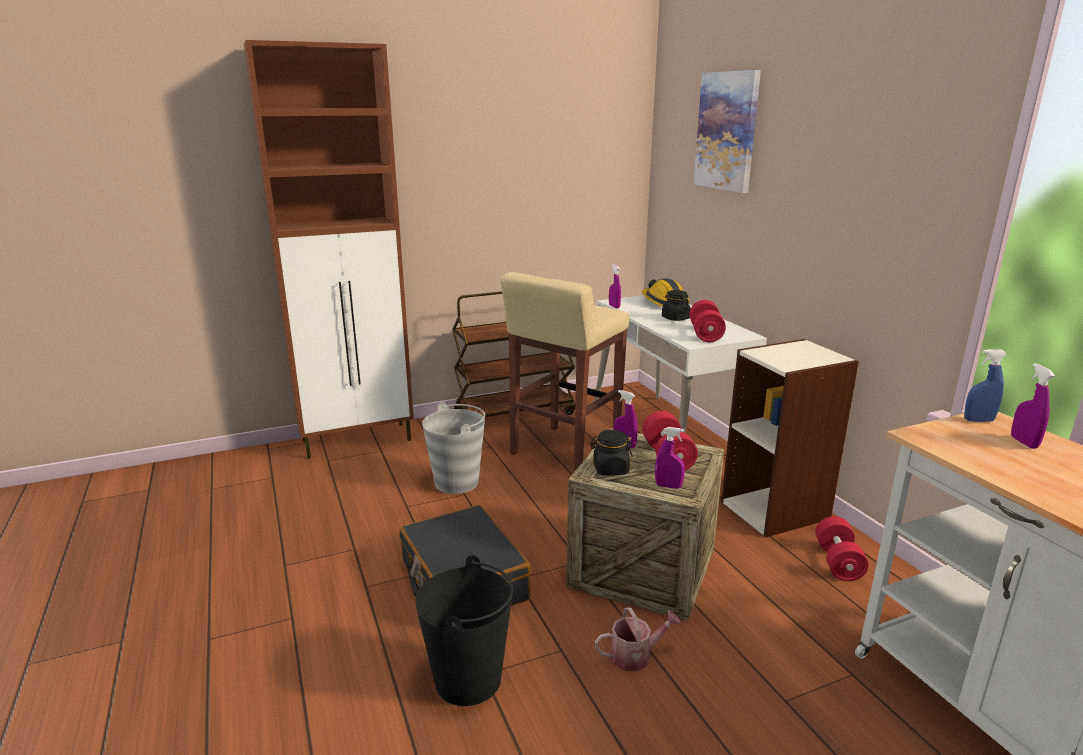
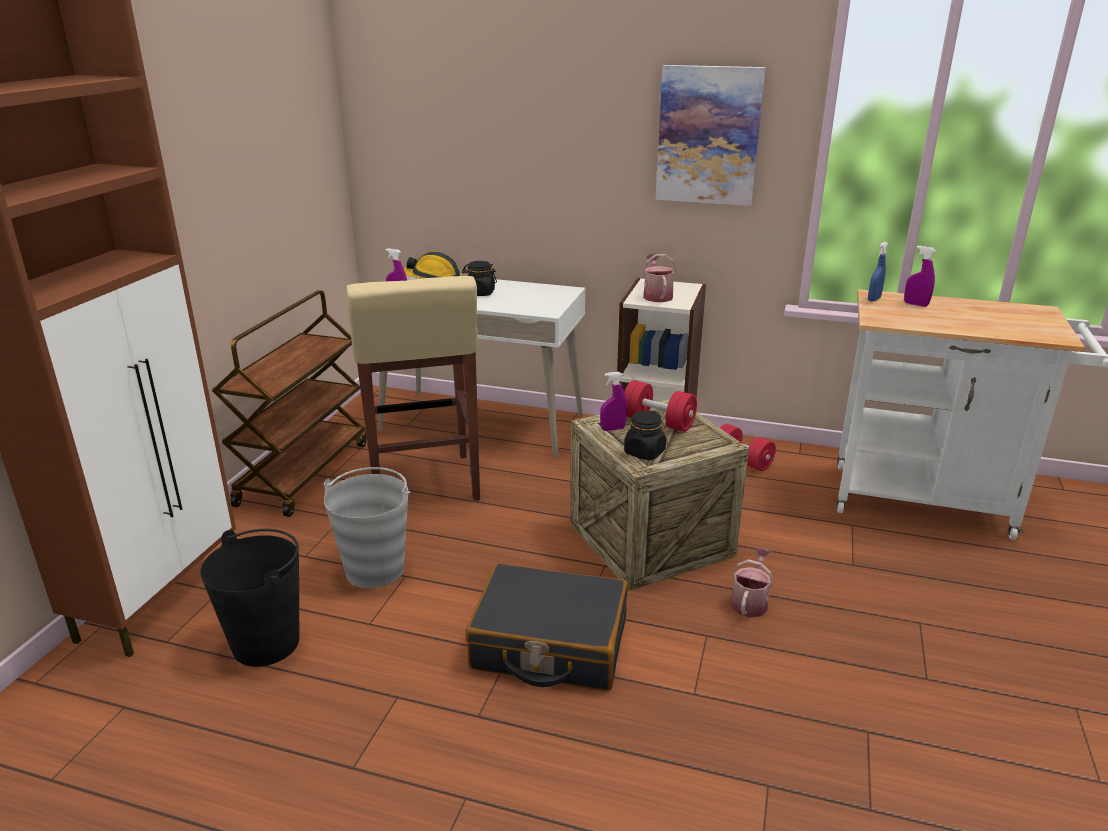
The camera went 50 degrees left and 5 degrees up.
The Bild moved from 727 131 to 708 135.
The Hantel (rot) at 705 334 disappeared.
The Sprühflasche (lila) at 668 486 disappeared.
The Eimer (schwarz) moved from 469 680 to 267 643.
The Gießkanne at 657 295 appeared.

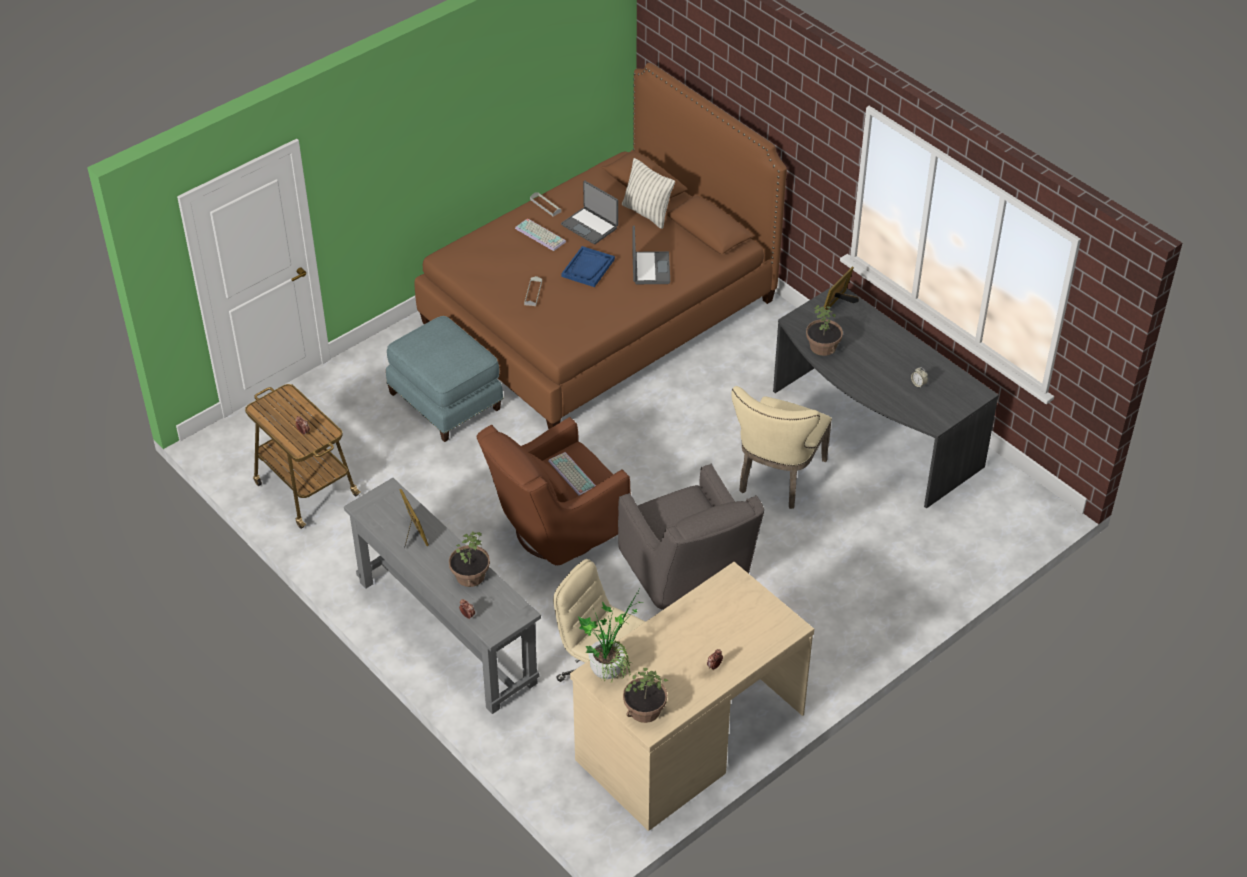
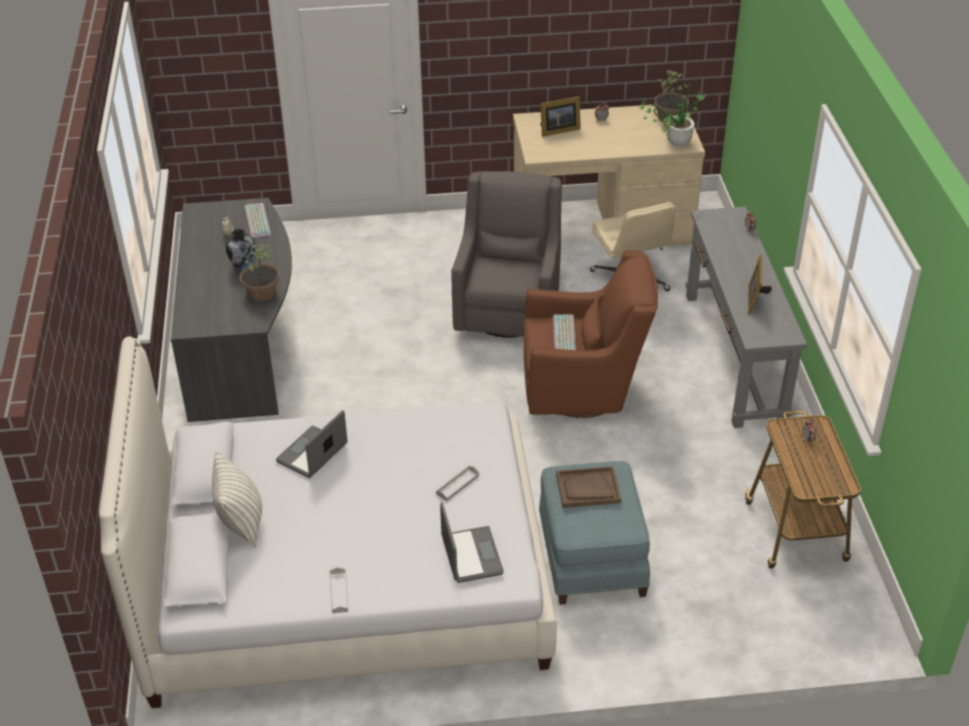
The camera went 145 degrees left and 5 degrees down.
The Bett (braun) at 599 311 became the Bett (weiß) at 345 581.
The Laptop moved from 590 226 to 470 555.
The Tastatur moved from 541 235 to 256 221.
The Tablett (blau) at 588 268 disappeared.
The Bilderrahmen moved from 839 304 to 558 130.
The Stuhl (beige) at 777 479 disappeared.
The Topfpflanze at 470 575 disappeared.
The Vase at 244 267 appeared.
The Tablett (braun) at 588 489 appeared.

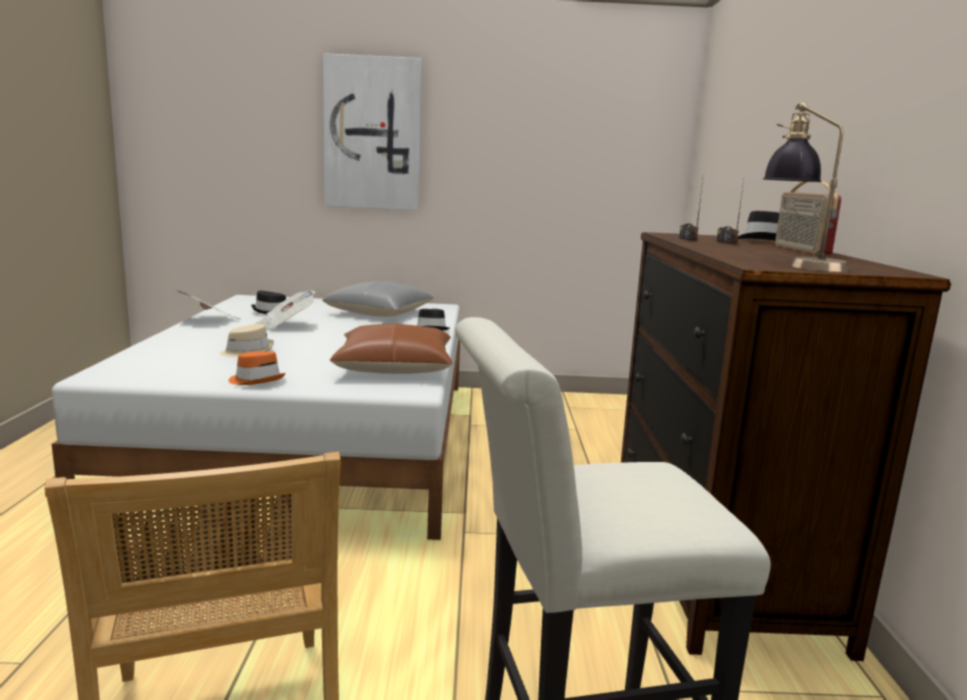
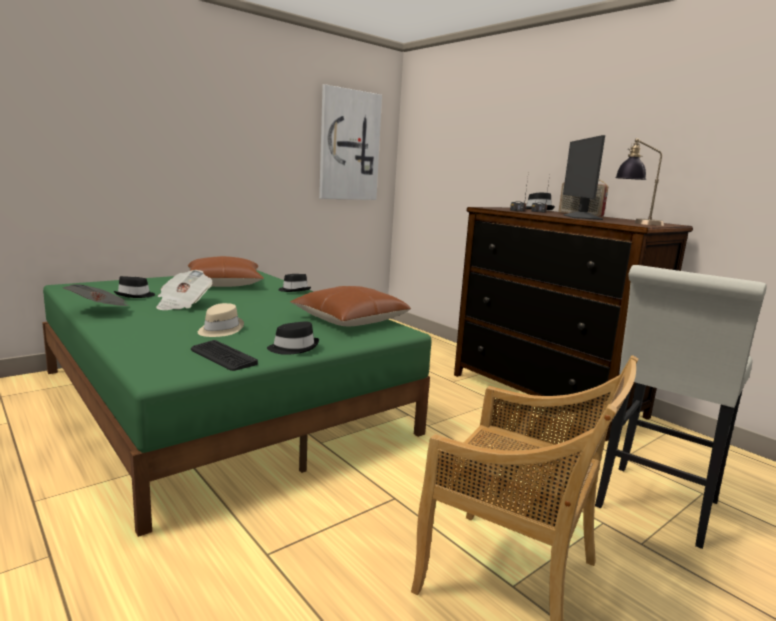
The camera went 40 degrees left and 0 degrees up.
The Bild moved from 372 134 to 349 145.
The Kissen (grau) at 379 313 became the Kissen (braun) at 224 284.
The Bett (weiß) at 312 438 became the Bett (grün) at 222 400.
The Hut (orange) at 256 380 became the Hut (schwarz) at 293 348.
The Monitor at 581 217 appeared.
The Tastatur at 222 356 appeared.

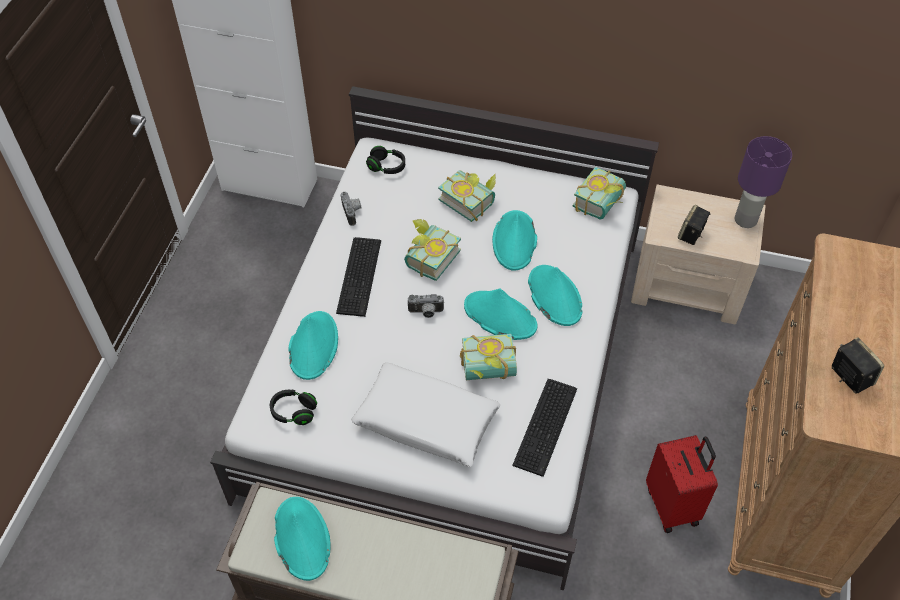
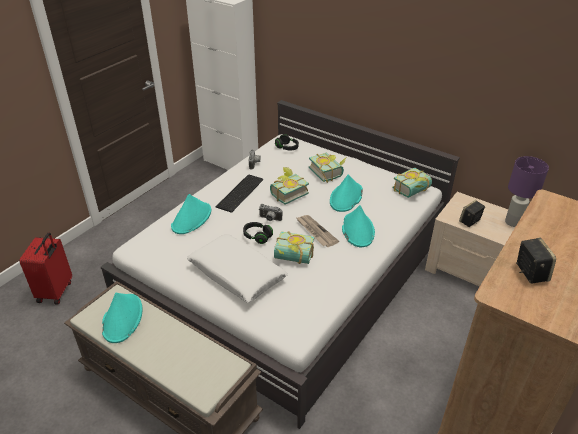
The camera went 20 degrees right and 15 degrees down.
The Hut (türkis) at 499 316 was replaced by the Zeitung at 316 232.
The Tastatur at 547 426 disappeared.
The Kopfhörer (schwarz) moved from 294 412 to 257 237.
The Koffer (rot) moved from 673 505 to 56 292.

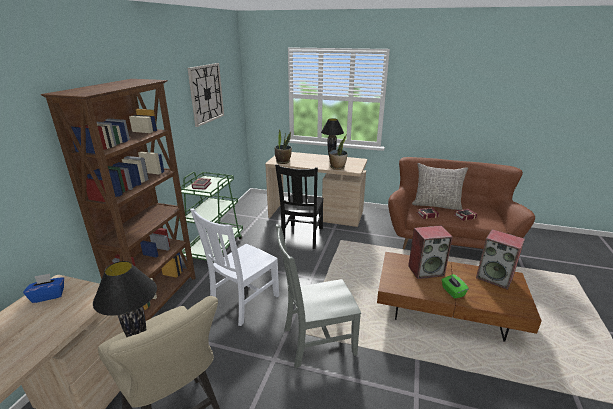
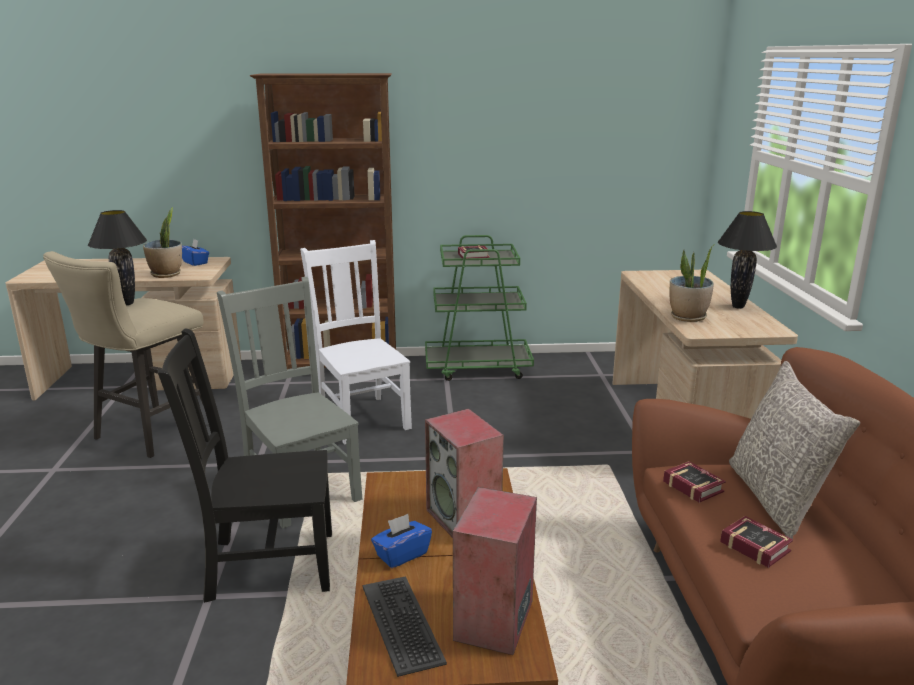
The camera went 70 degrees right and 5 degrees down.
The Wanduhr at 206 94 disappeared.
The Topfpflanze moved from 283 161 to 166 274.
The Stuhl (schwarz) moved from 302 237 to 266 565.
The Stuhl (weiß) at 243 302 turned 45 degrees clockwise.
The Taschentuchbox (grün) at 452 292 became the Taschentuchbox (blau) at 401 554.
The Tastatur at 403 623 appeared.

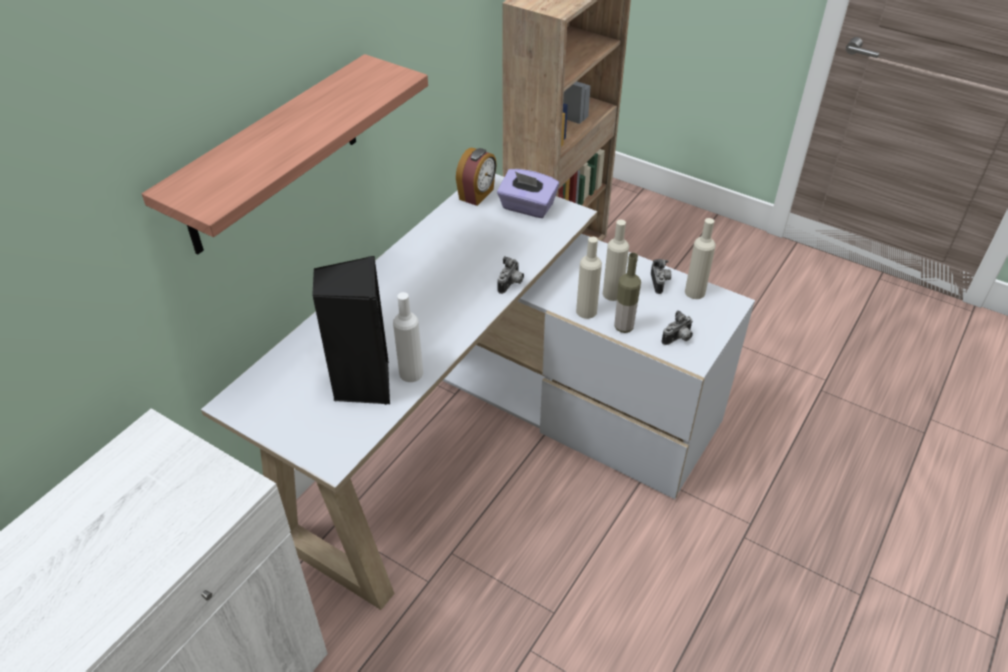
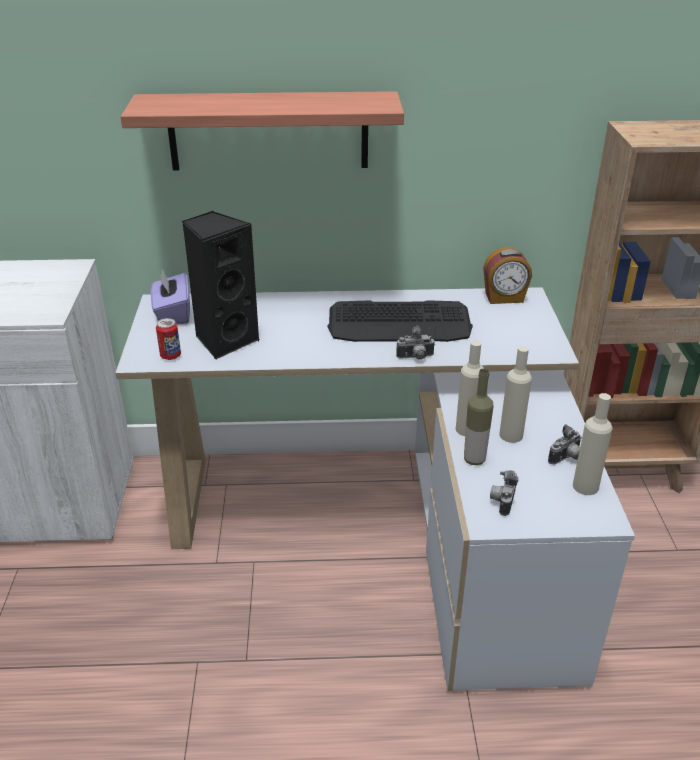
The camera went 55 degrees right and 10 degrees down.
The Taschentuchbox (lila) moved from 527 207 to 173 314.
The Flasche (weiß) at 411 373 disappeared.
The Kamera at 678 339 turned 90 degrees clockwise.
The Tastatur at 399 323 appeared.
The Dose at 170 356 appeared.

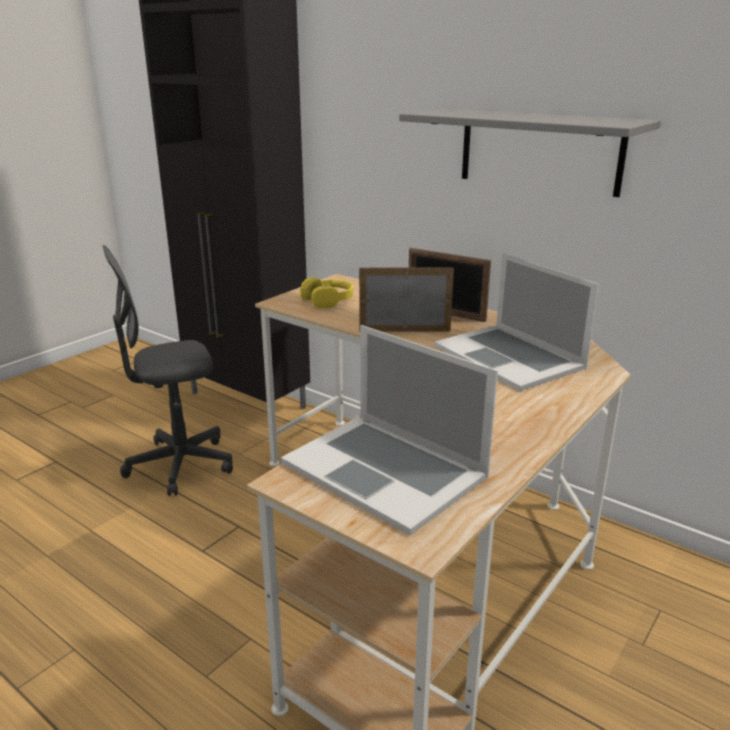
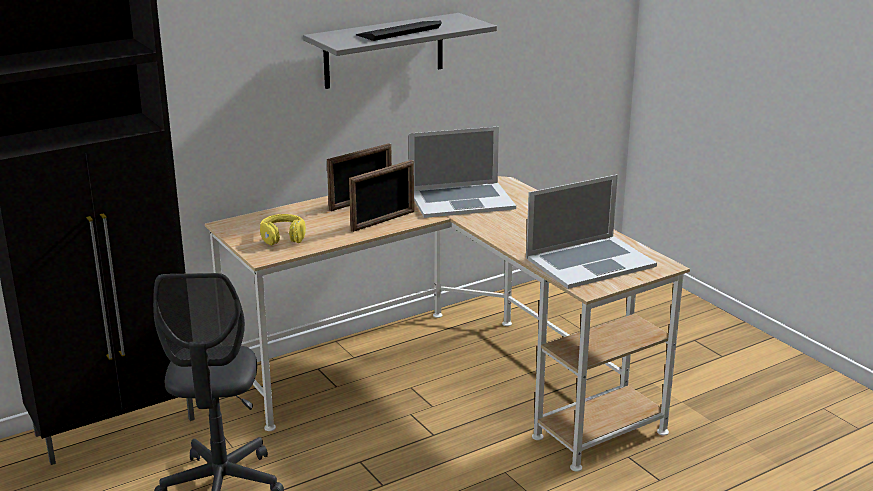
The camera went 70 degrees left and 0 degrees up.
The Bilderrahmen at 404 330 turned 150 degrees counterclockwise.
The Tastatur at 398 31 appeared.

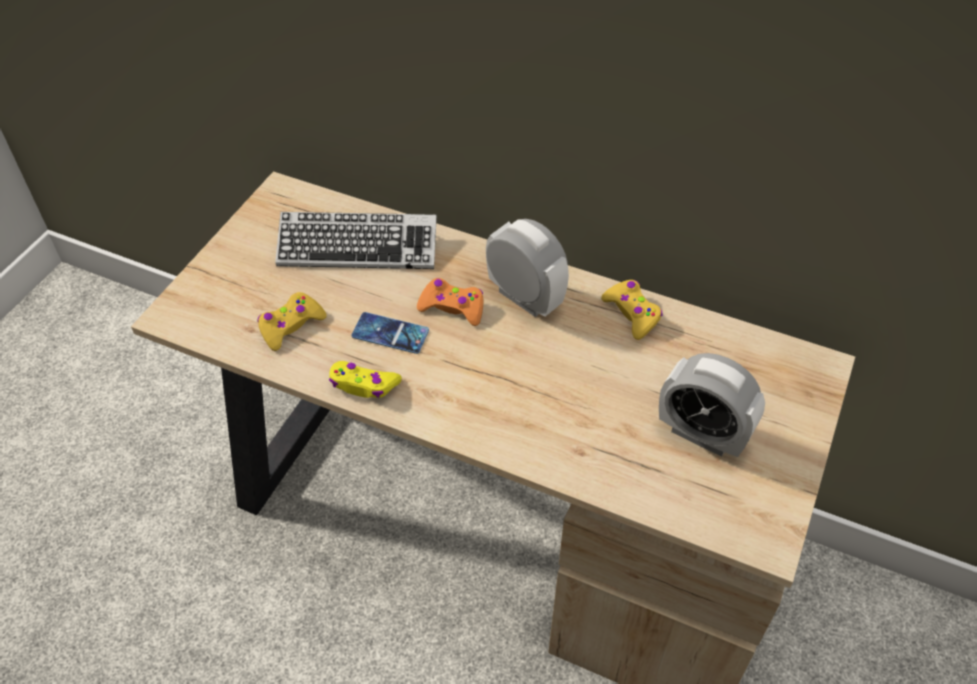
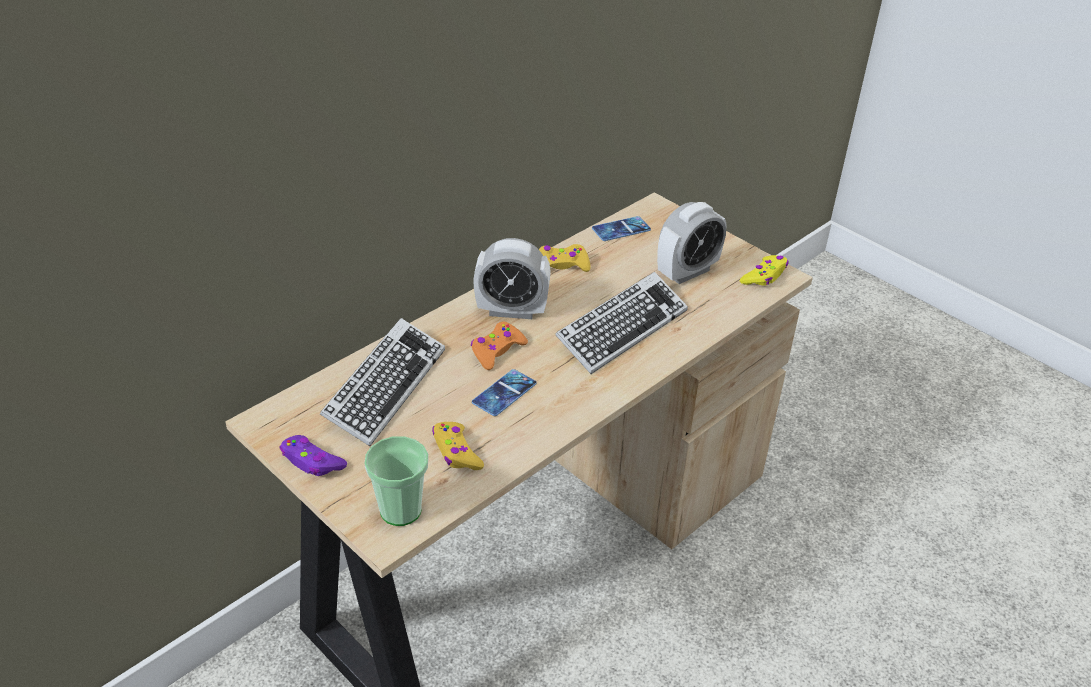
The camera went 70 degrees left and 10 degrees down.
The Wecker at 524 298 turned 150 degrees counterclockwise.
The Gamepad (gelb) moved from 364 385 to 764 276.
The Handy at 621 229 appeared.
The Tastatur at 621 329 appeared.
The Gamepad (lila) at 312 462 appeared.
The Tasse at 400 510 appeared.

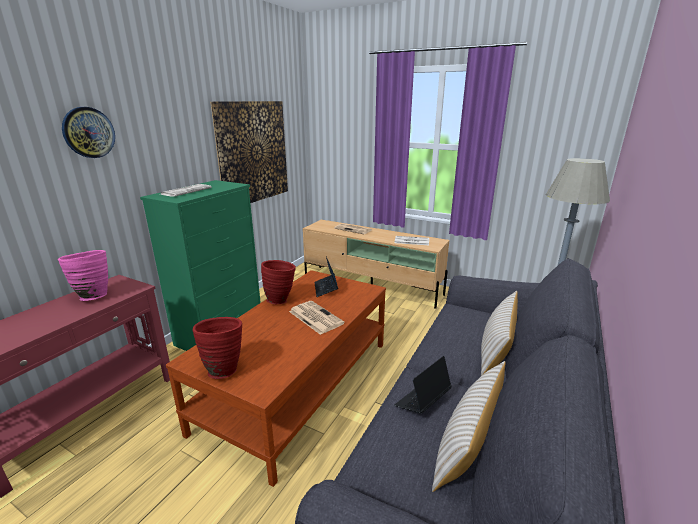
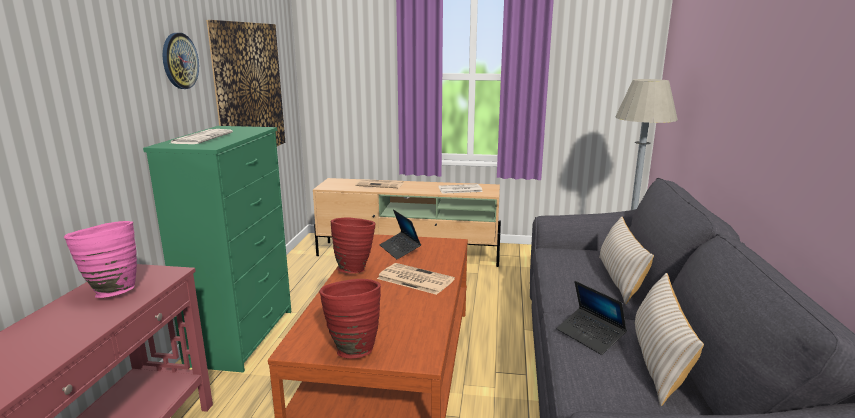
The camera went 20 degrees left and 5 degrees down.
The Wanduhr moved from 88 132 to 179 61.
The Laptop at 422 401 turned 60 degrees counterclockwise.

